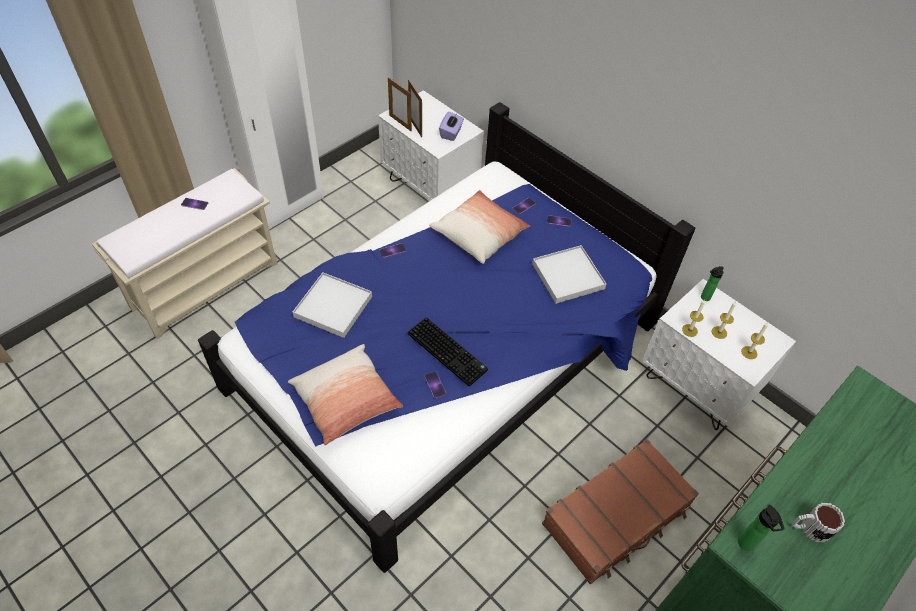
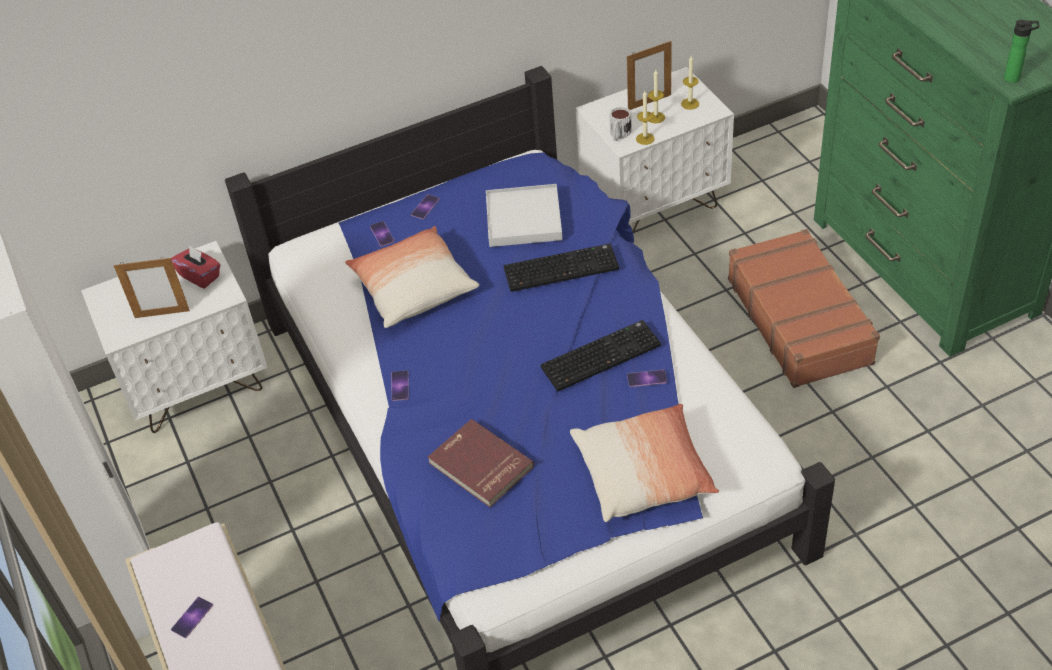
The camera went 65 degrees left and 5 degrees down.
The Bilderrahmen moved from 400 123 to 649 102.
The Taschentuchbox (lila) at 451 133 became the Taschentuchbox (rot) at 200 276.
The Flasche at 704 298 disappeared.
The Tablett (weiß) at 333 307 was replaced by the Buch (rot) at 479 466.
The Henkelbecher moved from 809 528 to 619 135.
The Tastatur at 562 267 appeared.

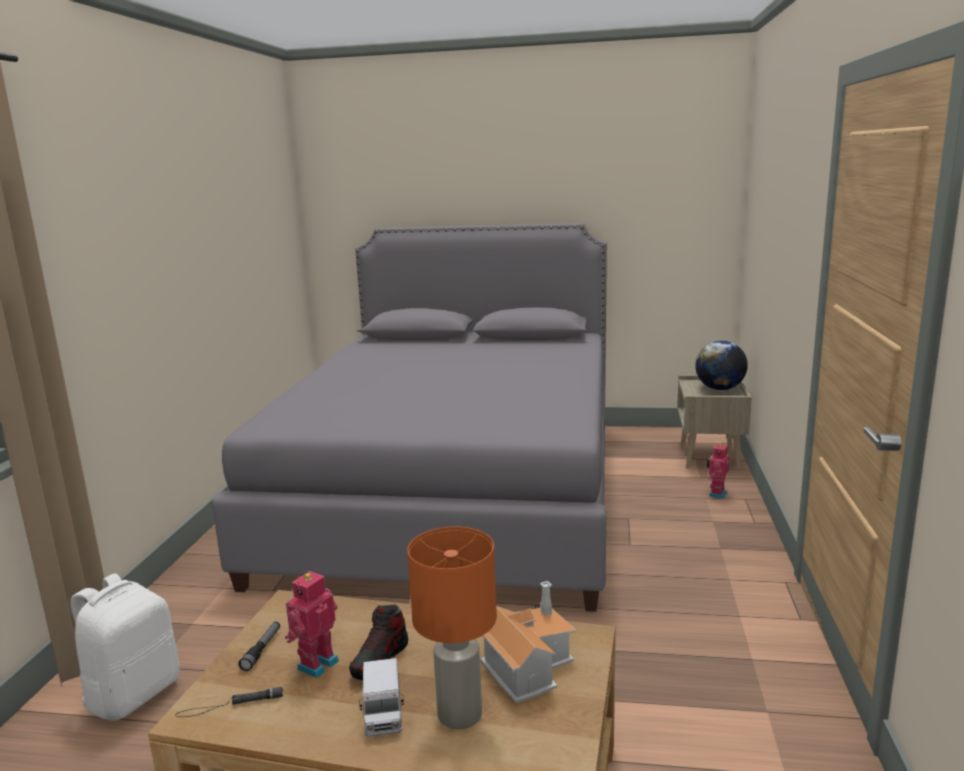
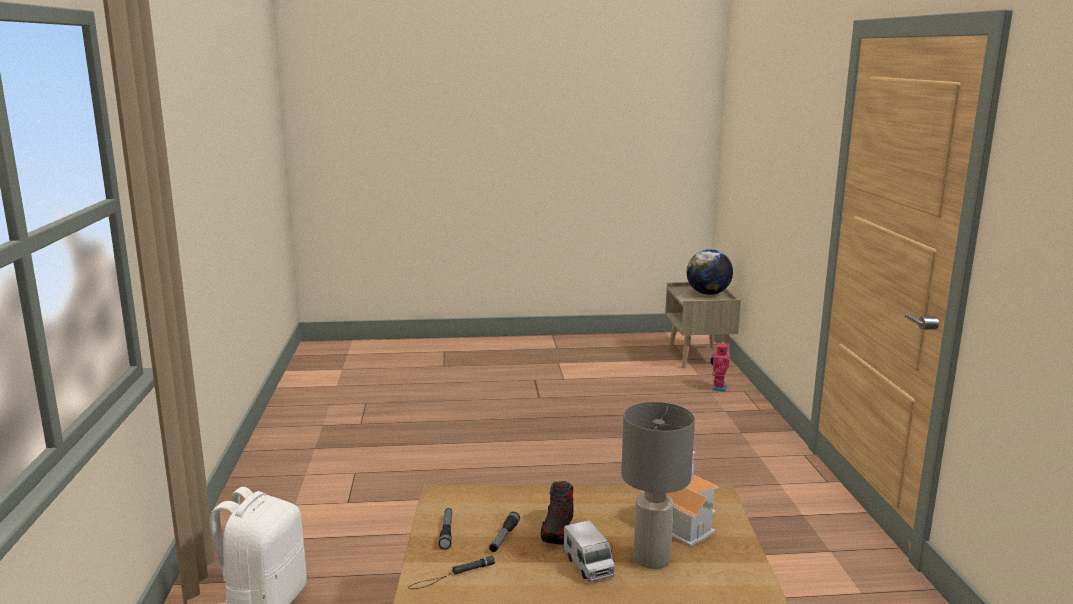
The camera went 15 degrees left and 0 degrees up.
The Bett (grau) at 456 492 disappeared.
The Tischlampe (orange) at 460 715 became the Tischlampe (grau) at 652 559.
The Spielzeugroboter at 316 664 was replaced by the Taschenlampe at 504 537.

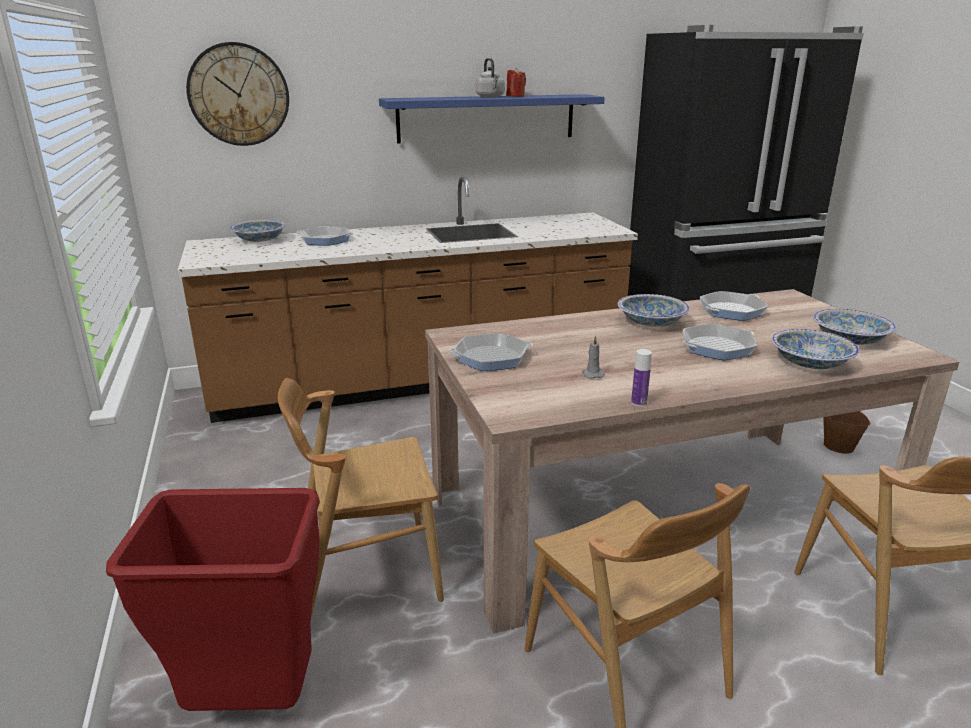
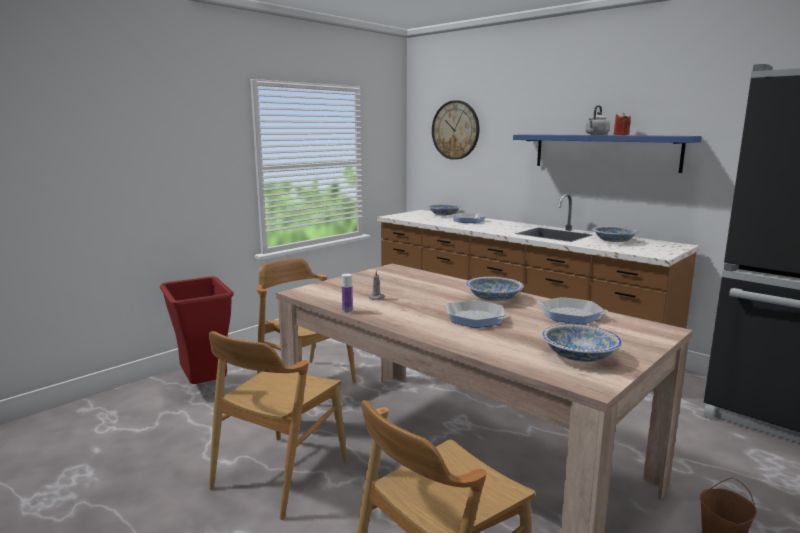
The camera went 60 degrees right and 10 degrees down.
The Schüssel moved from 810 363 to 613 241.
The Pfanne at 491 358 disappeared.

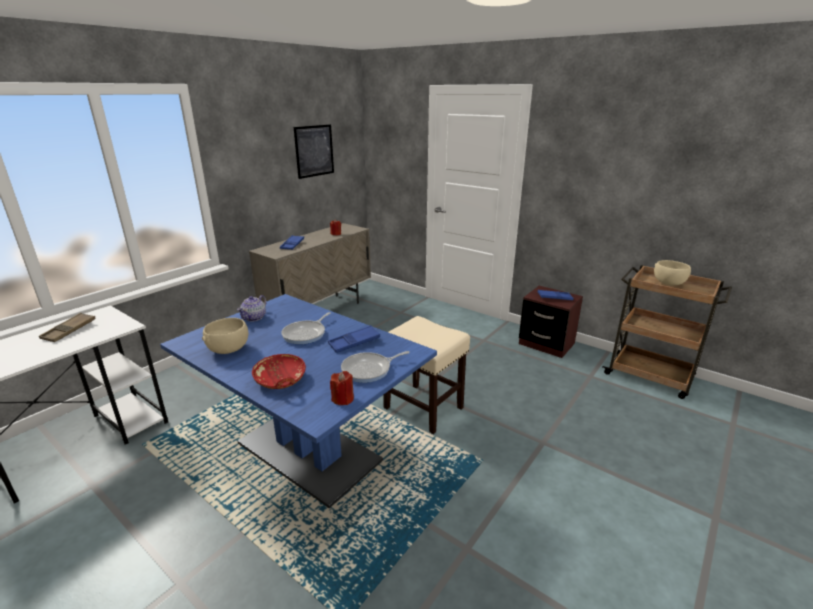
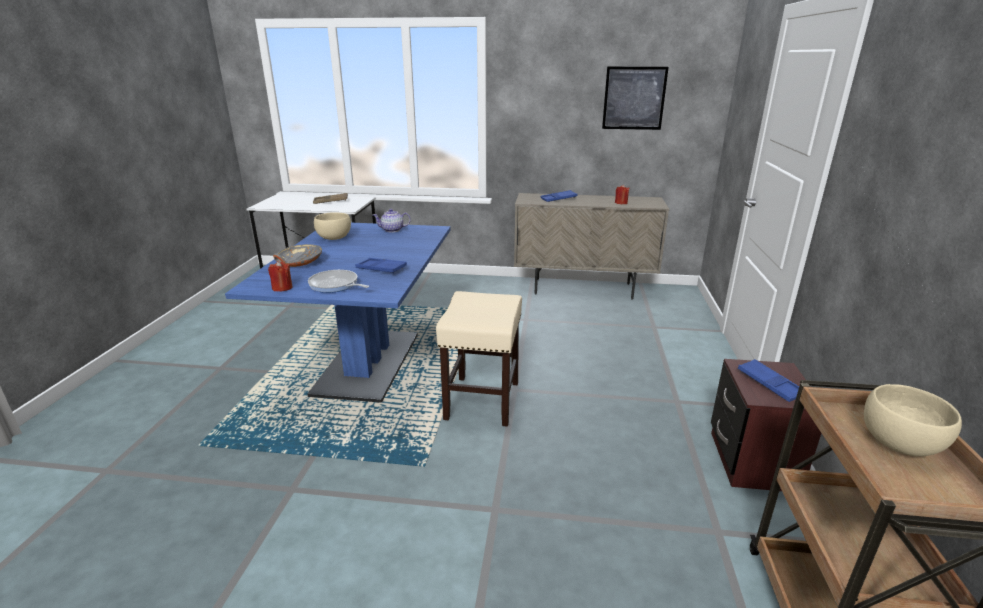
The camera went 60 degrees right and 0 degrees up.
The Pfanne at 306 334 disappeared.
The Schüssel (rot) at 280 380 became the Schüssel (grau) at 299 263.

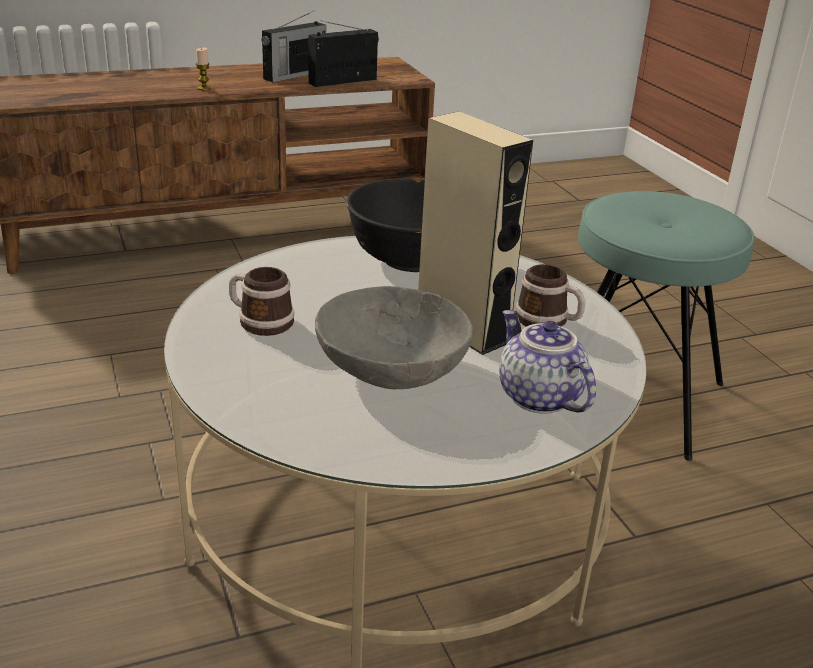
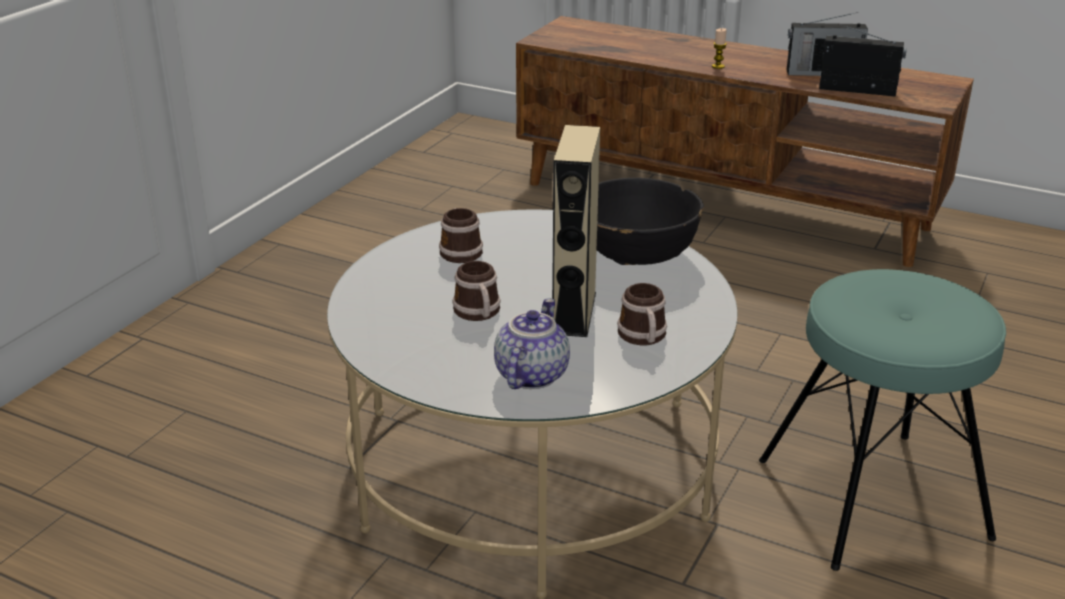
The camera went 50 degrees right and 0 degrees up.
The Schüssel (grau) at 392 369 was replaced by the Henkelbecher at 478 314.

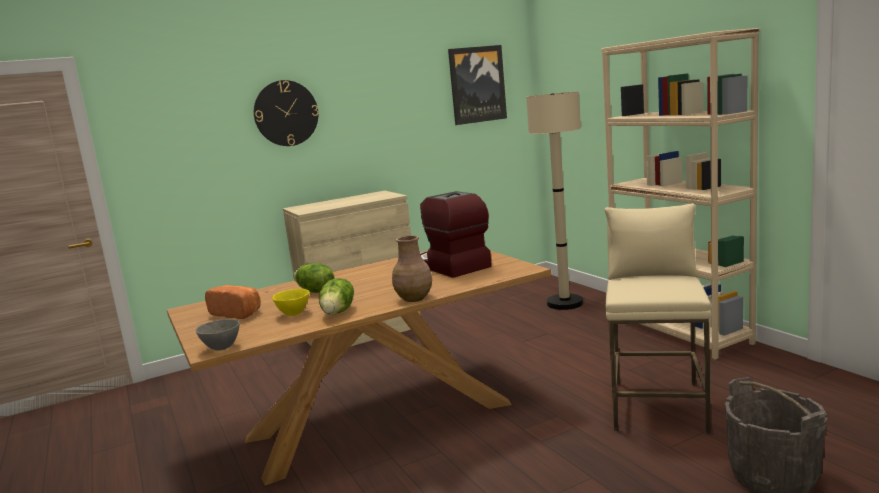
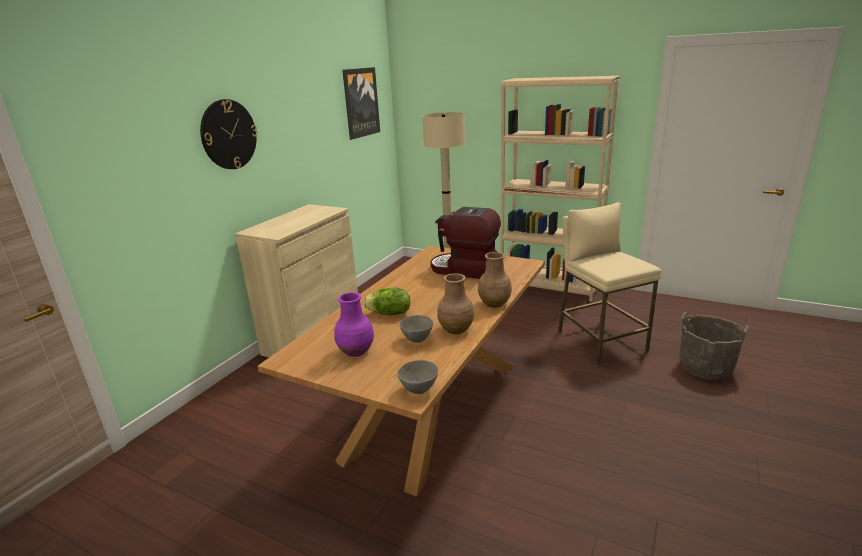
The camera went 35 degrees left and 10 degrees up.
The Salatkopf at 338 312 was replaced by the Vase (braun) at 456 329.
The Brot at 238 313 was replaced by the Vase (lila) at 356 351.
The Schüssel (gelb) at 294 314 became the Schüssel (grau) at 417 340.

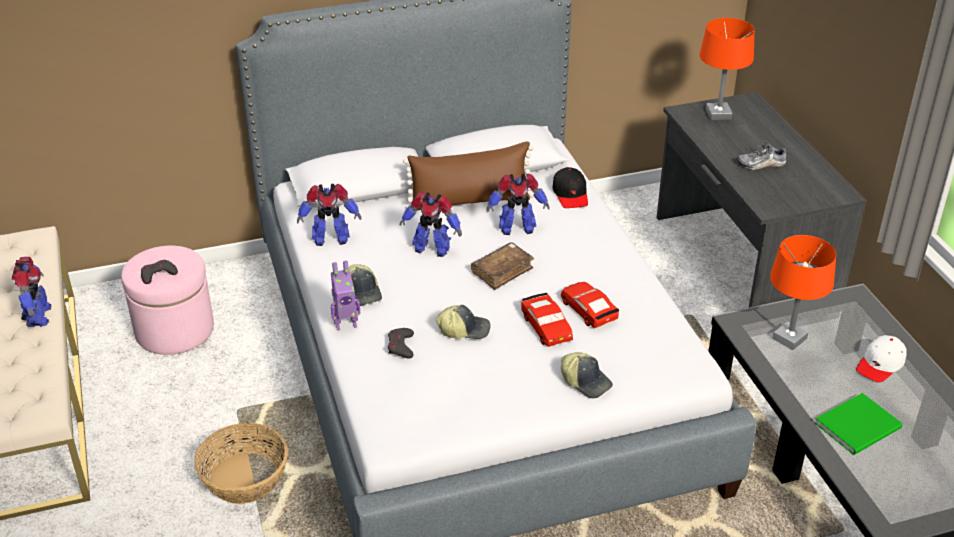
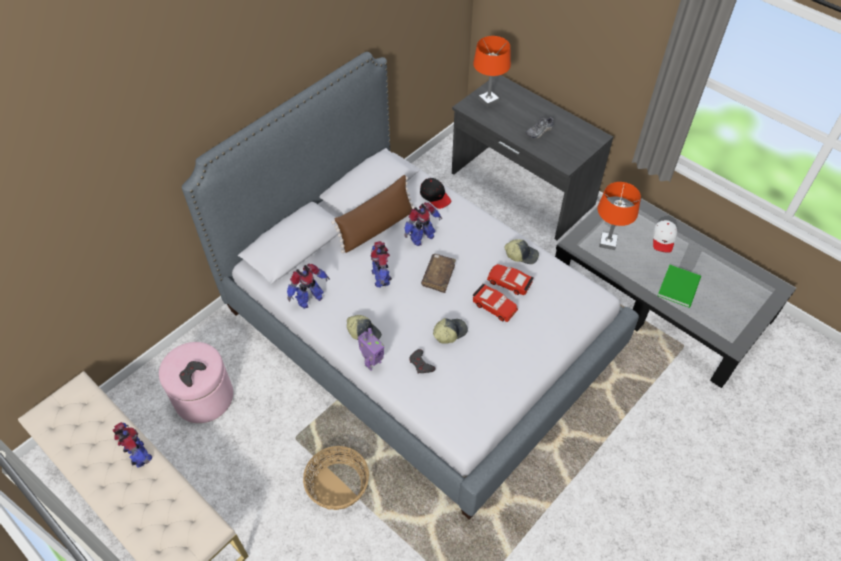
The camera went 30 degrees left and 15 degrees up.
The Spielzeugroboter at 431 248 turned 90 degrees clockwise.
The Kappe moved from 586 381 to 521 255.

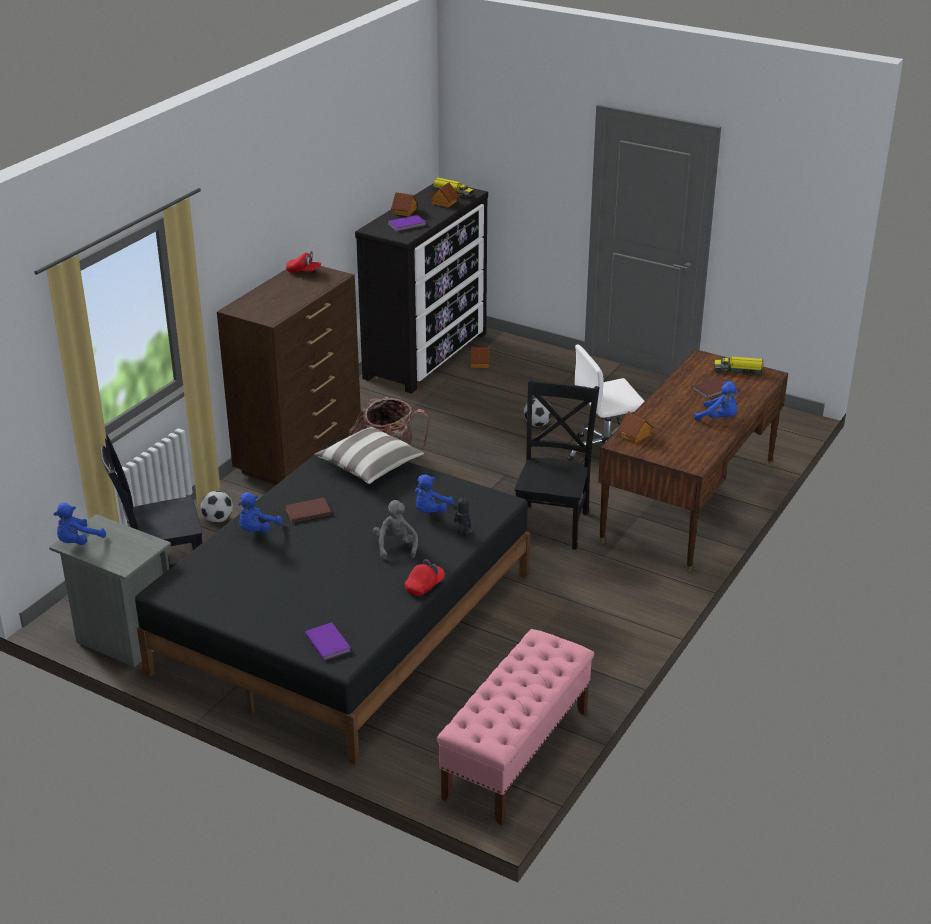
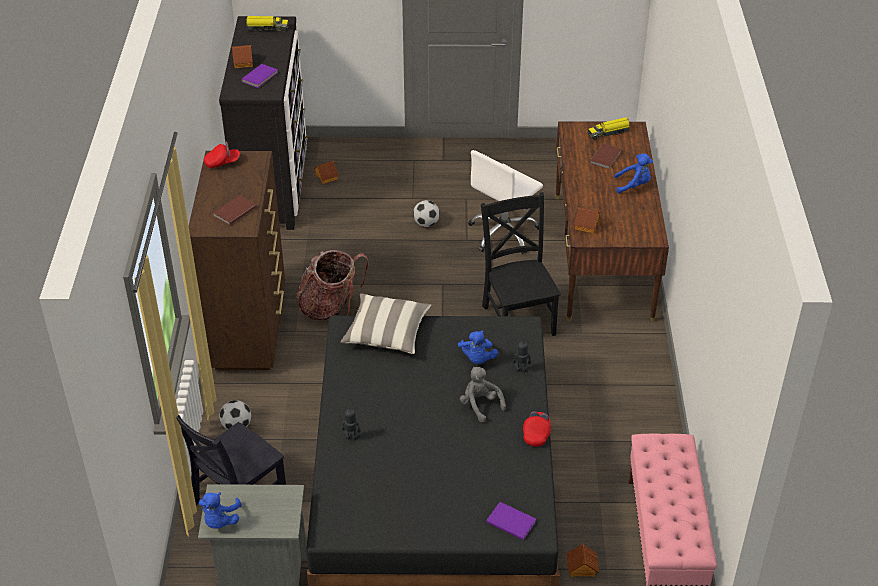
The camera went 30 degrees left and 10 degrees up.
The Spielzeughaus moved from 443 203 to 581 568.
The Plüschtier (blau) at 257 530 was replaced by the Spielzeugroboter at 351 437.
The Buch (braun) moved from 307 511 to 233 211.

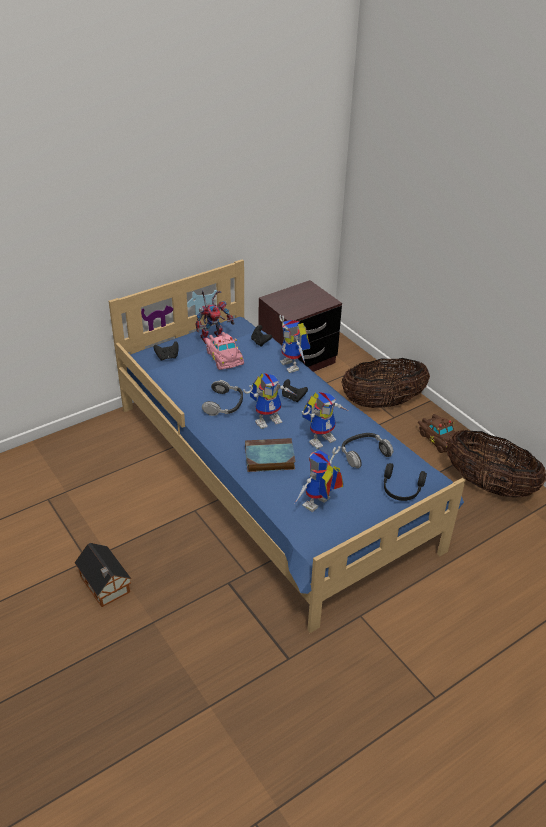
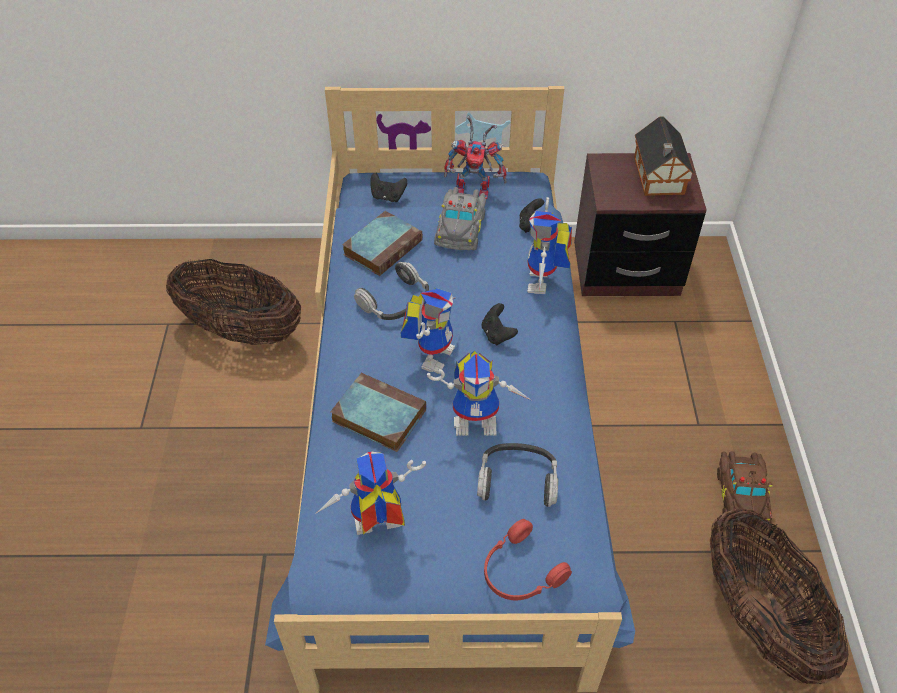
The camera went 35 degrees right and 10 degrees up.
The Spielzeugauto (rosa) at 224 357 became the Spielzeugauto (grau) at 461 228.
The Korb moved from 382 403 to 241 330.
The Spielzeugroboter at 268 419 turned 75 degrees counterclockwise.
The Kopfhörer (schwarz) at 401 489 became the Kopfhörer (rot) at 519 572.
The Spielzeughaus moved from 105 585 to 658 177.
The Buch at 383 246 appeared.

